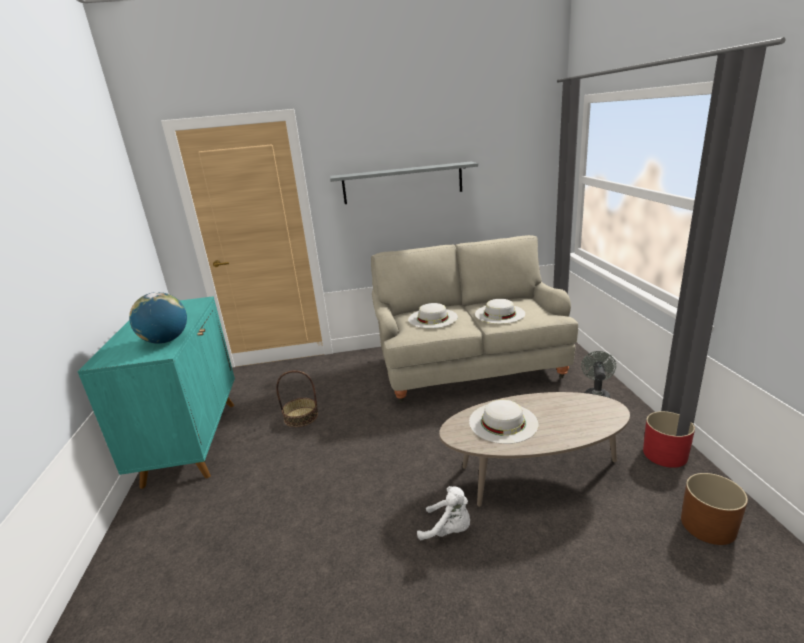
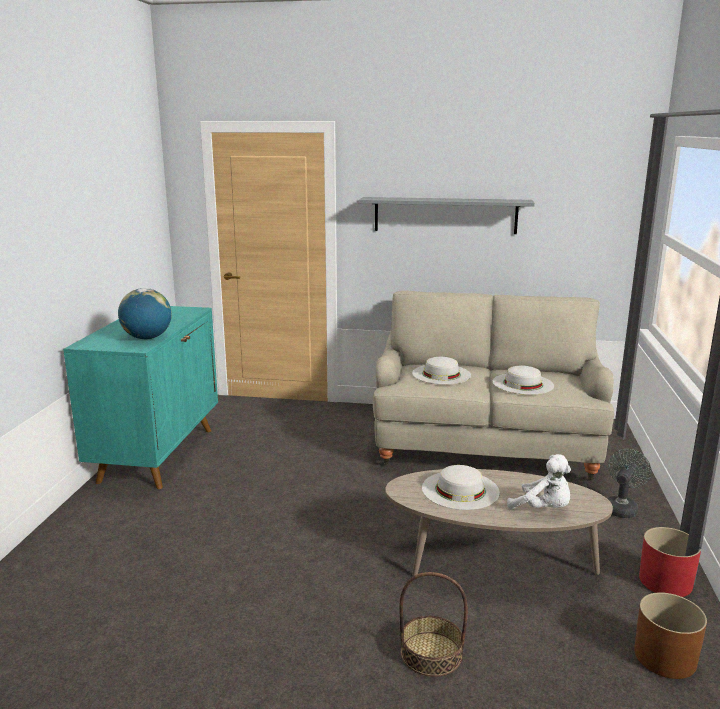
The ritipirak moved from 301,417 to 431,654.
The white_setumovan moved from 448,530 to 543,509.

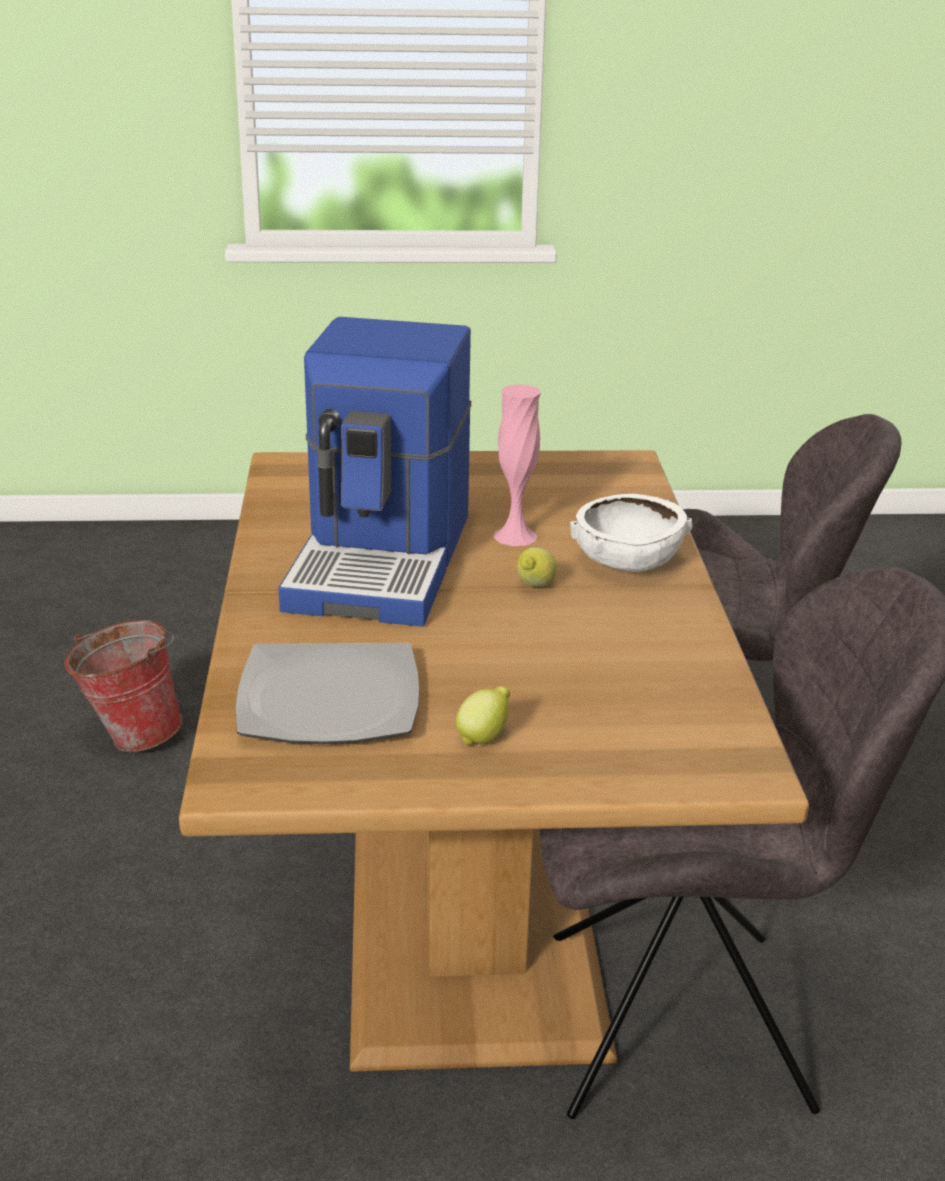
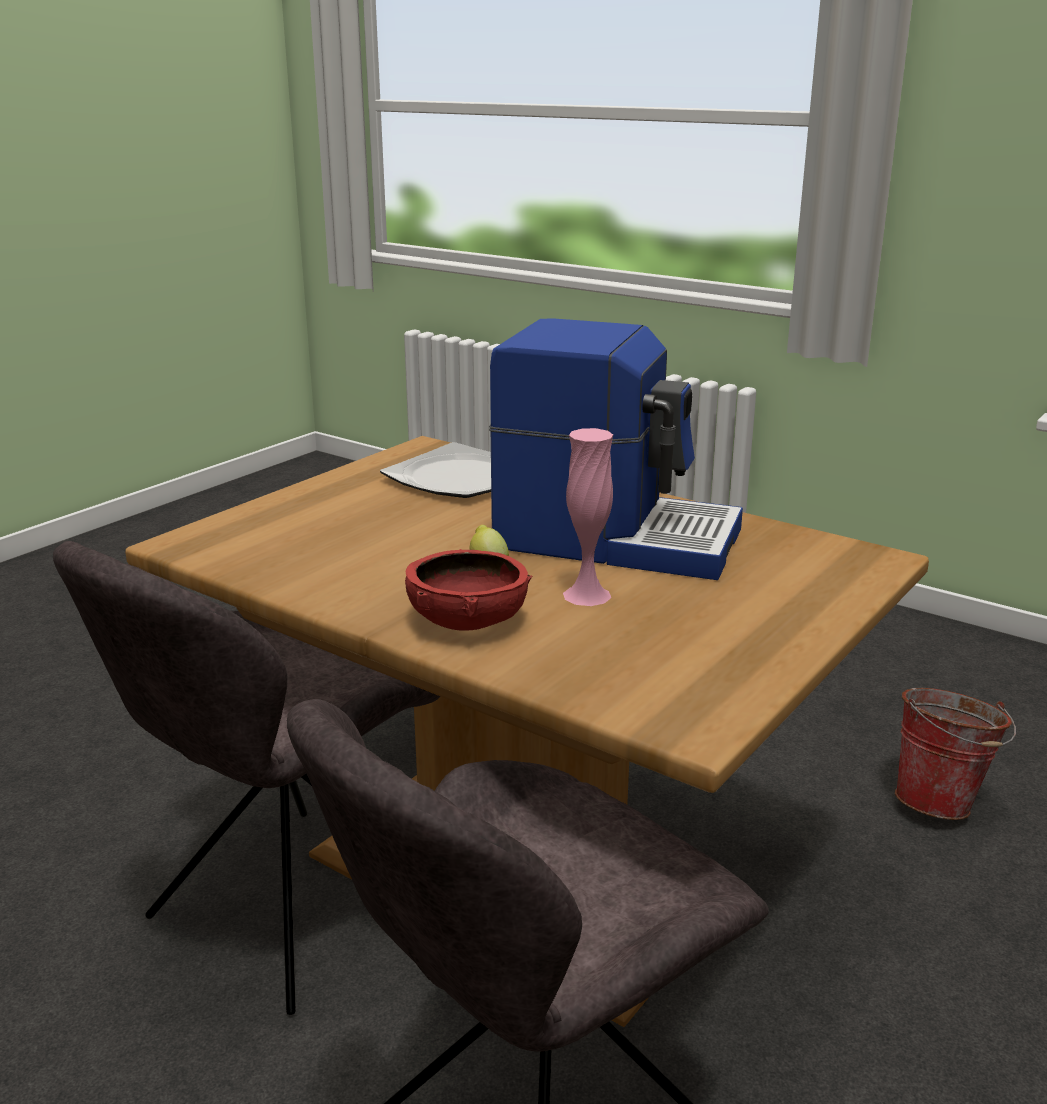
The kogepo at 384,560 turned 150 degrees clockwise.
The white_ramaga at 628,561 became the red_ramaga at 466,621.
The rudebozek at 484,737 disappeared.

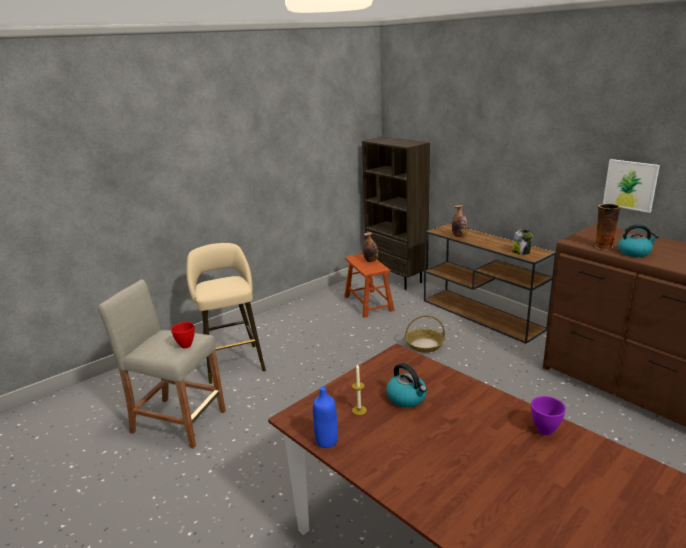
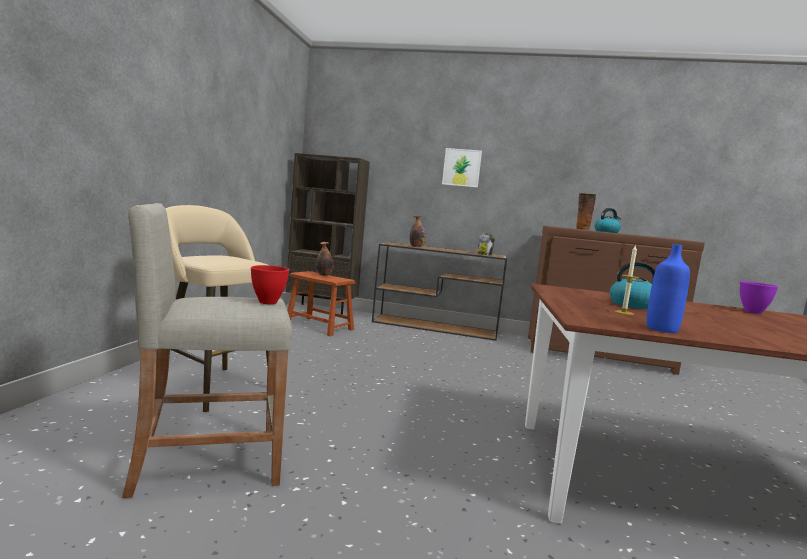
The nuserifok moved from 630,185 to 461,167.
The ritipirak at 424,345 disappeared.

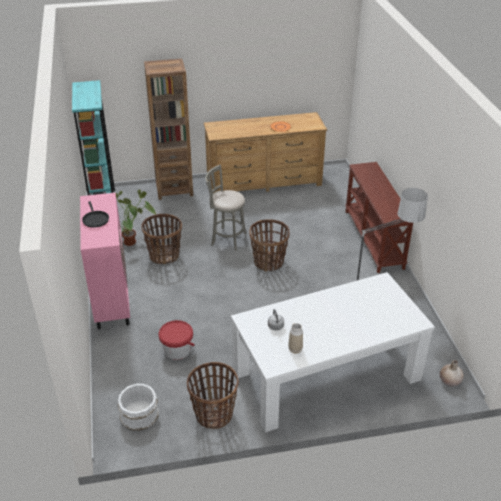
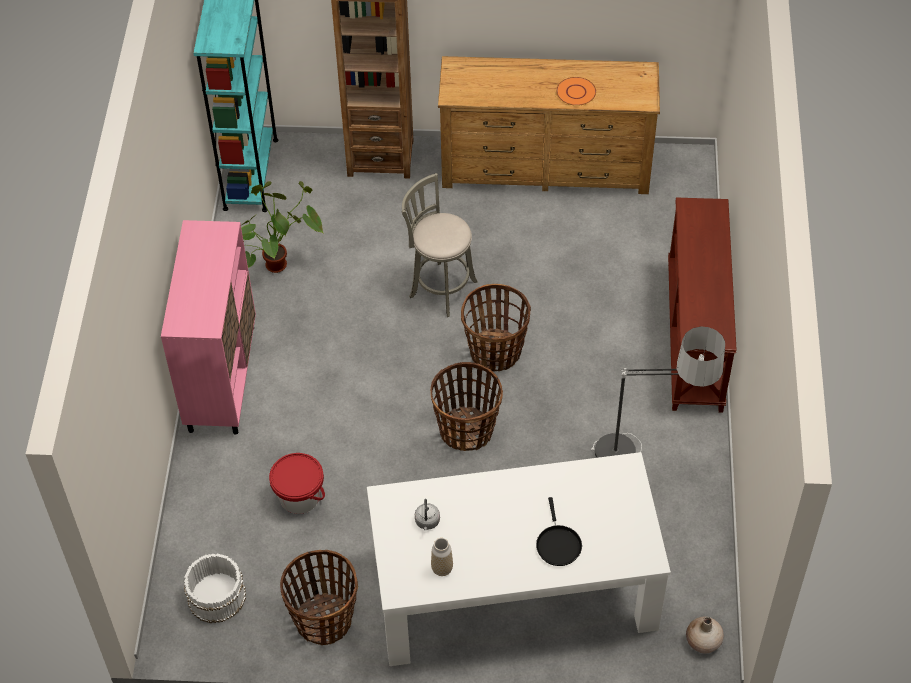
The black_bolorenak moved from 95,219 to 558,544.
The ritipirak moved from 164,255 to 466,430.

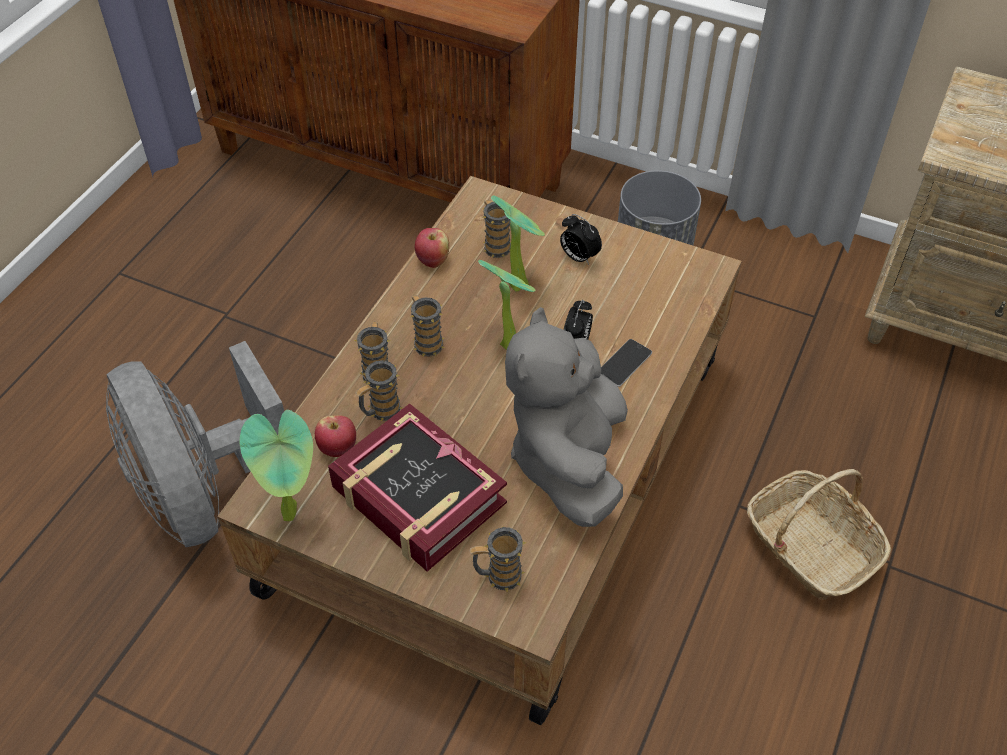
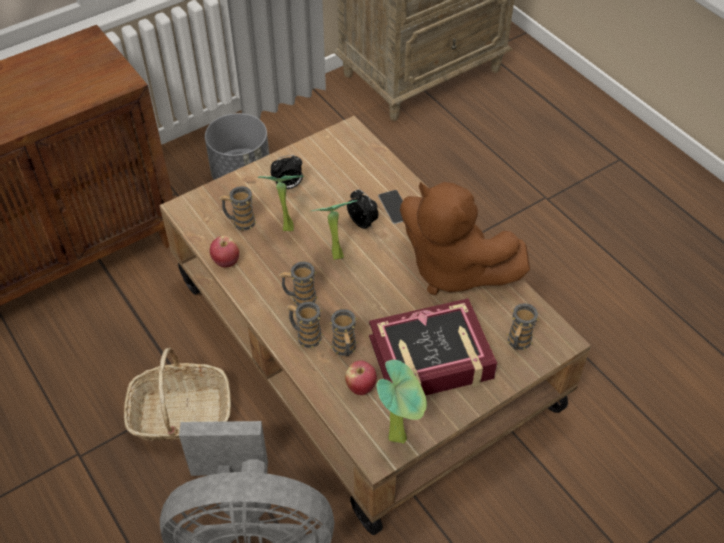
The grey_setumovan at 568,460 became the brown_setumovan at 452,269.
The ritipirak moved from 809,546 to 180,414.

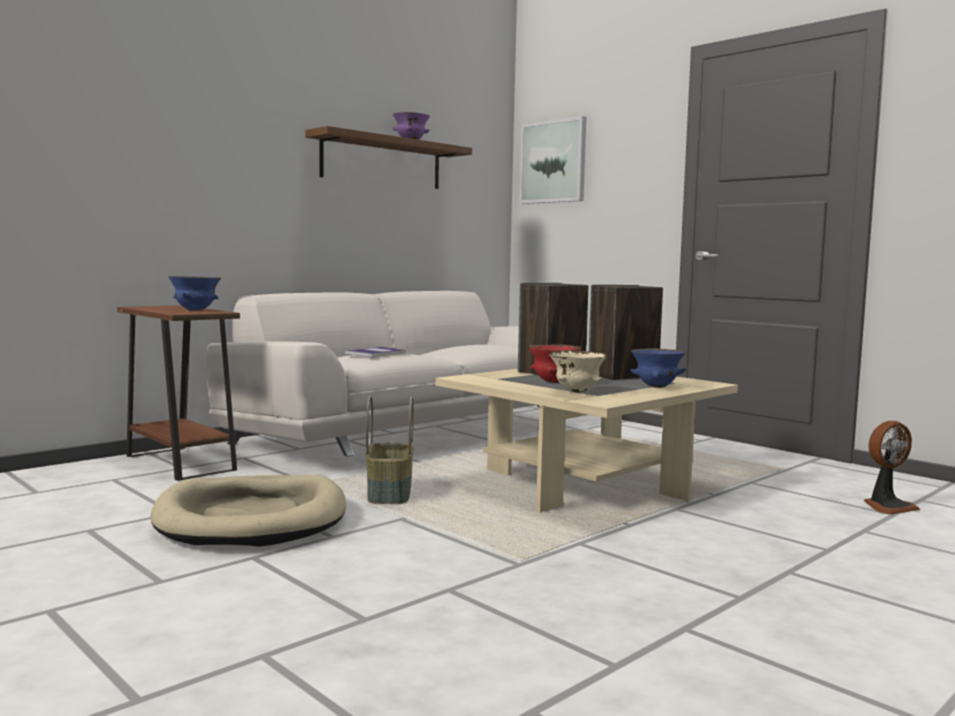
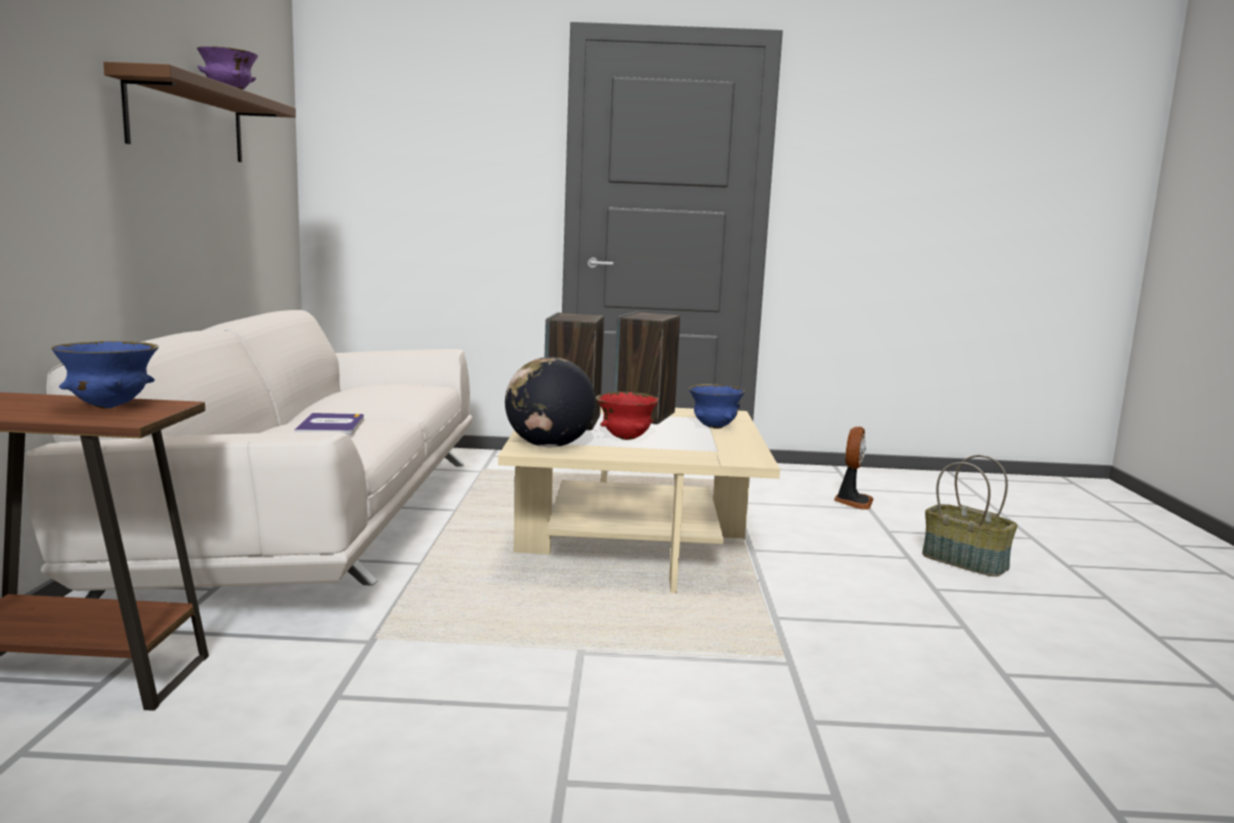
The nuserifok at 553,162 disappeared.
The beige_ramaga at 576,392 disappeared.
The ritipirak moved from 390,494 to 965,561.
The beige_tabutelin at 252,518 disappeared.
The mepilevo at 548,446 appeared.

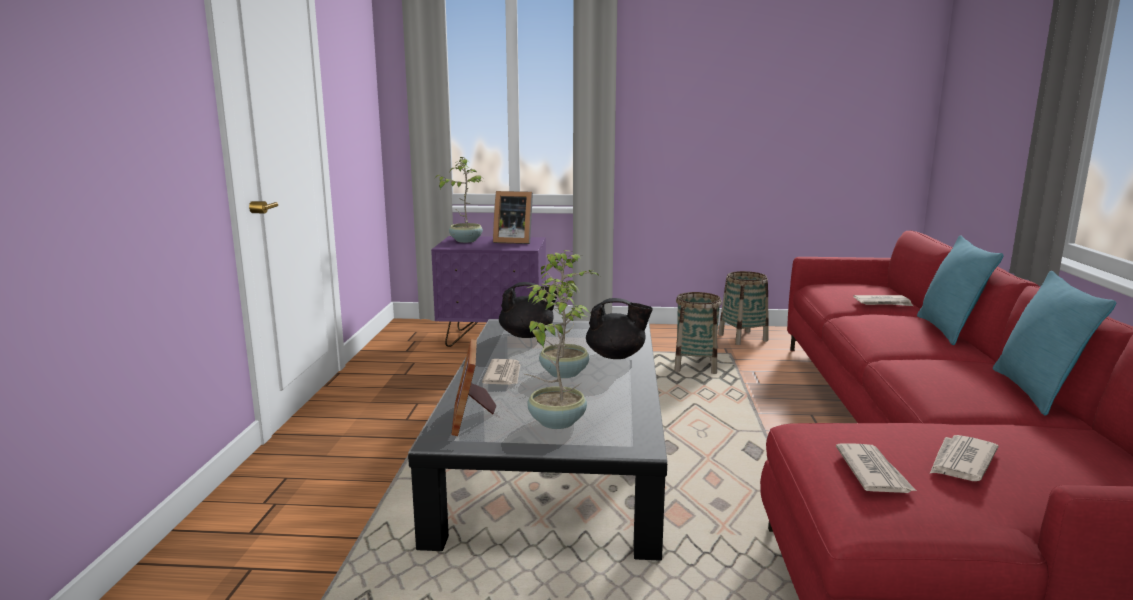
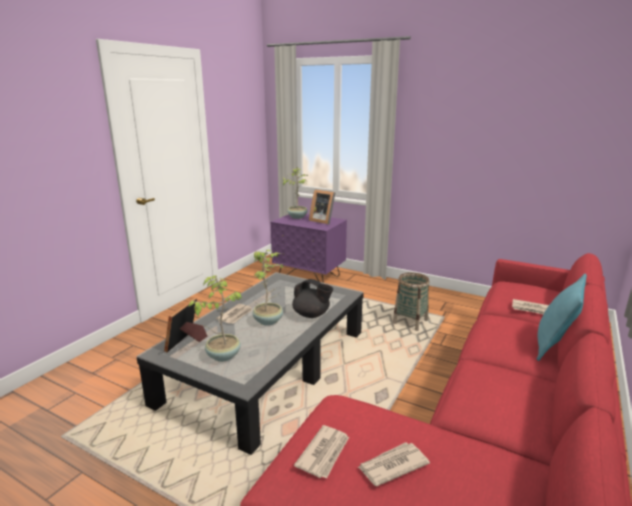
The ritipirak at 743,338 disappeared.
The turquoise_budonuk at 1035,392 disappeared.
The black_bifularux at 528,335 disappeared.

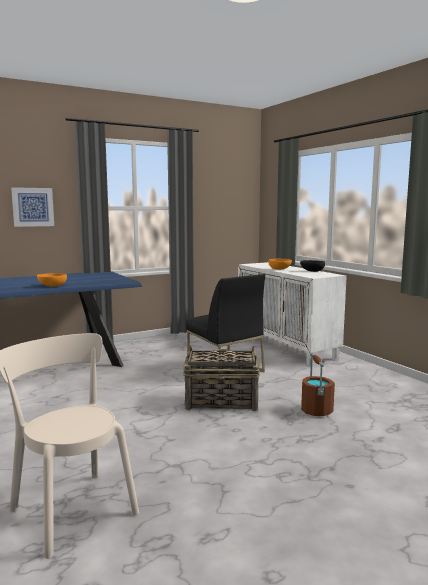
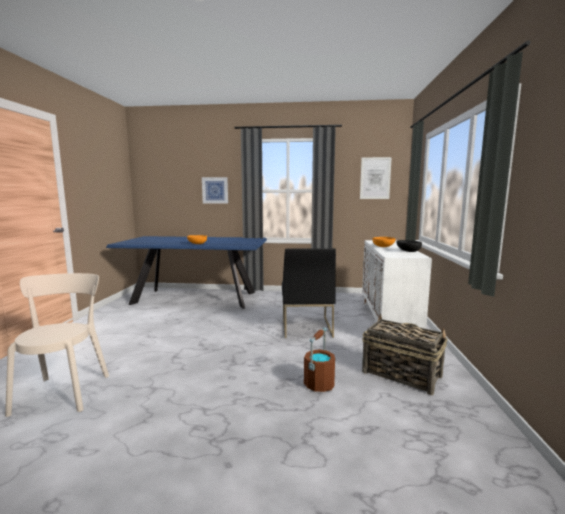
The ritipirak moved from 220,401 to 400,374.
The nuserifok at 375,178 appeared.

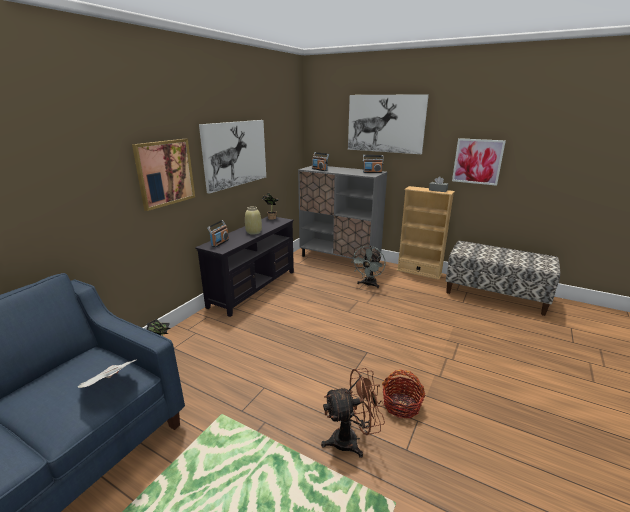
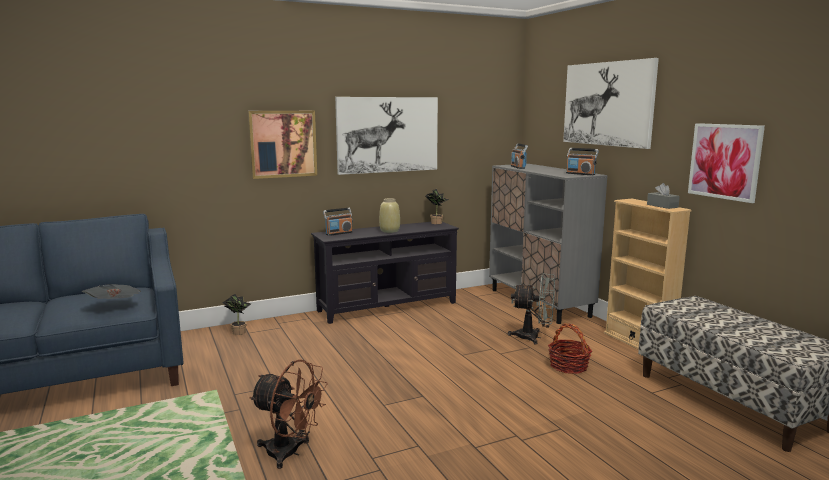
The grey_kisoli at 368,285 turned 135 degrees counterclockwise.
The ritipirak moved from 401,405 to 568,366.

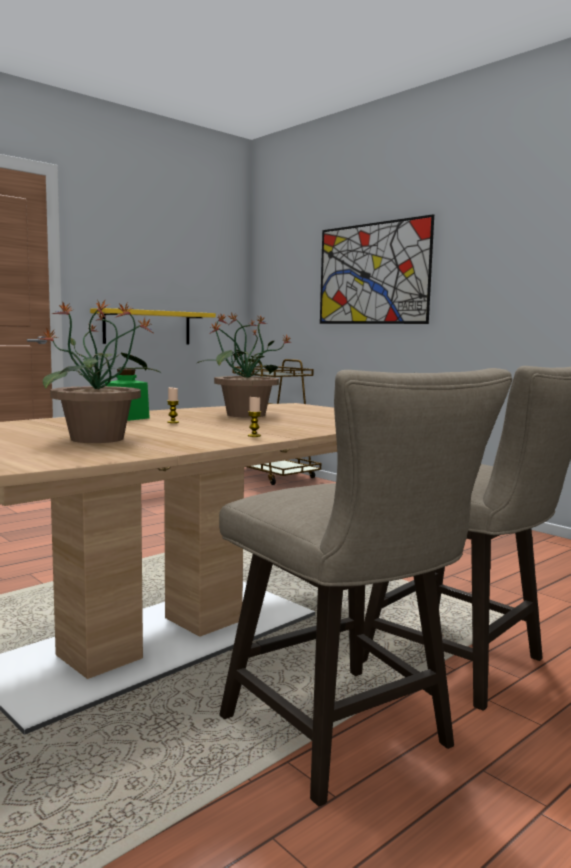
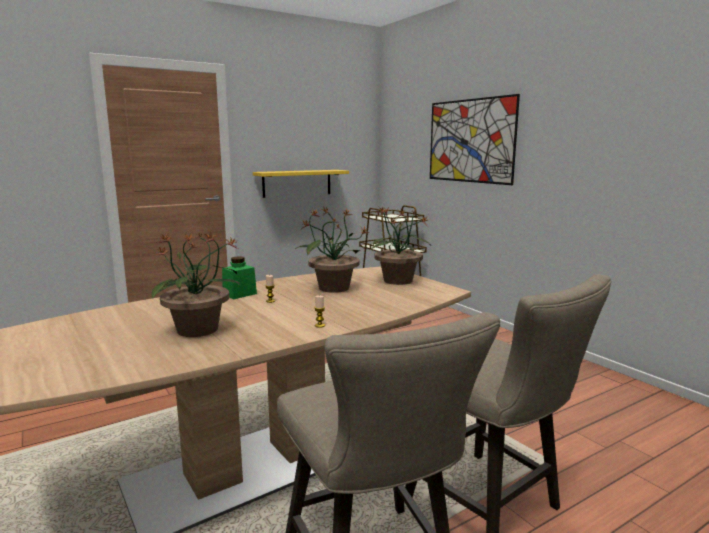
The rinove at 398,281 appeared.

